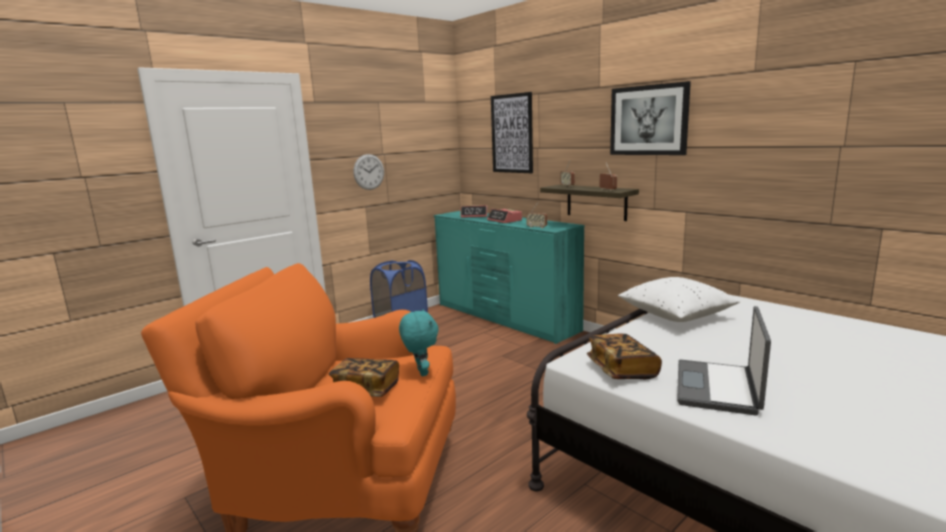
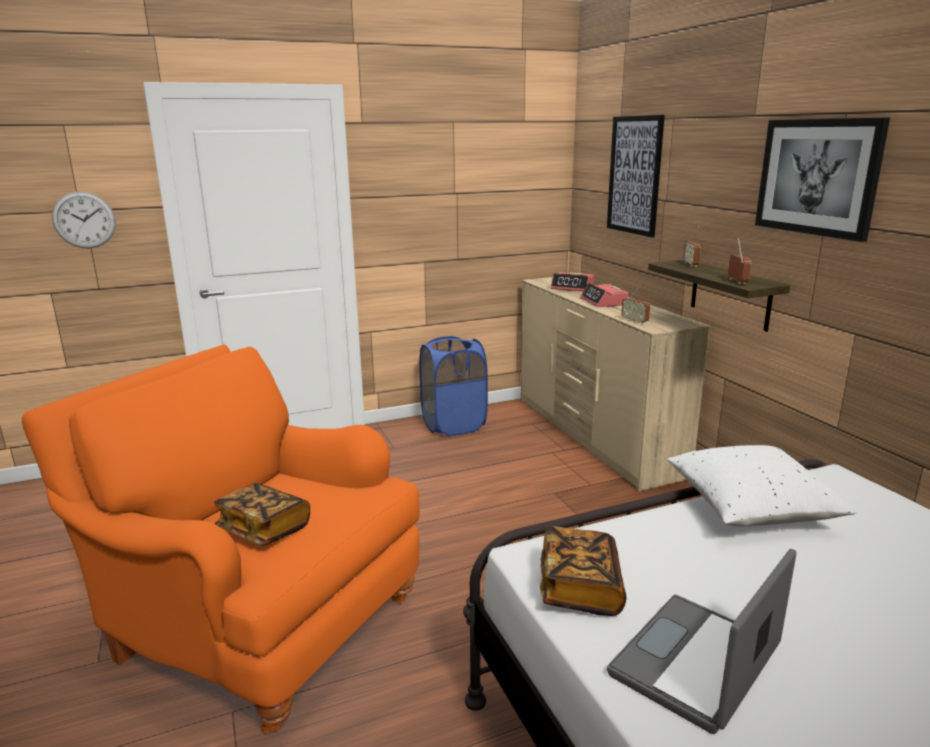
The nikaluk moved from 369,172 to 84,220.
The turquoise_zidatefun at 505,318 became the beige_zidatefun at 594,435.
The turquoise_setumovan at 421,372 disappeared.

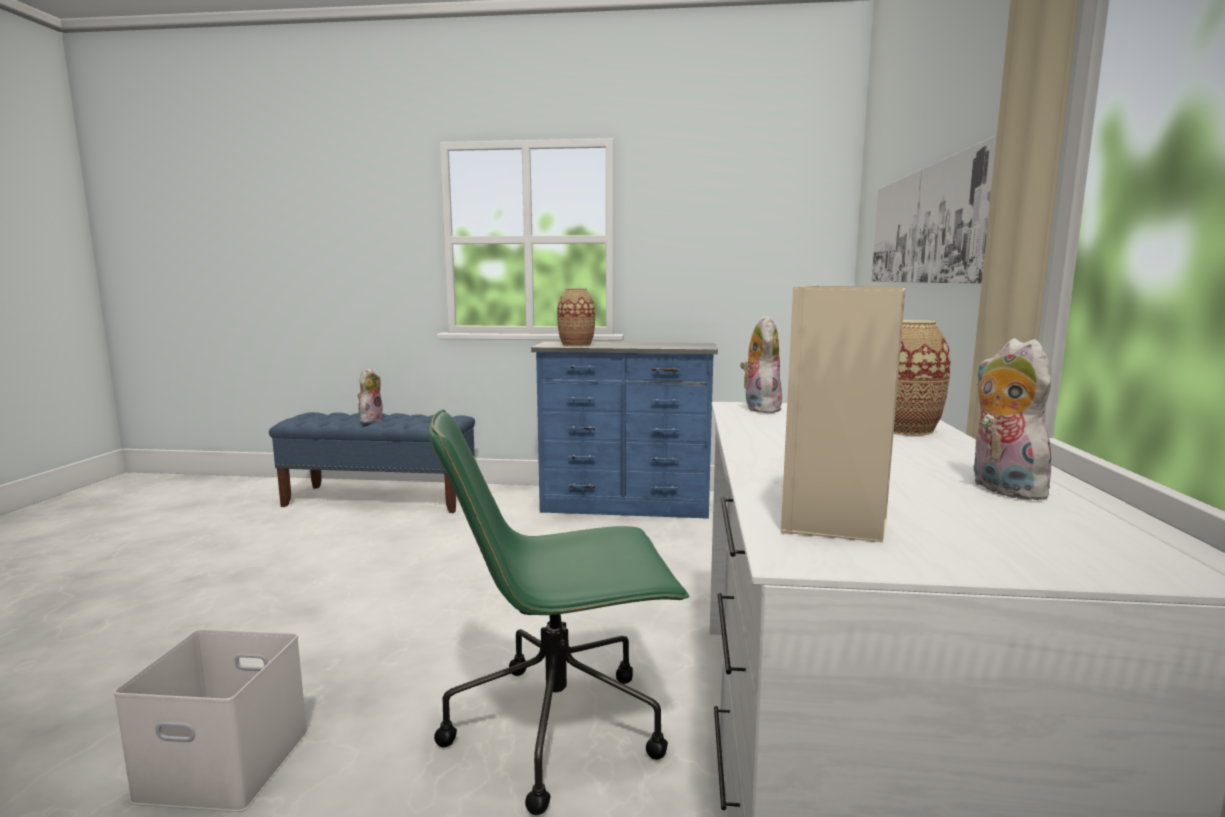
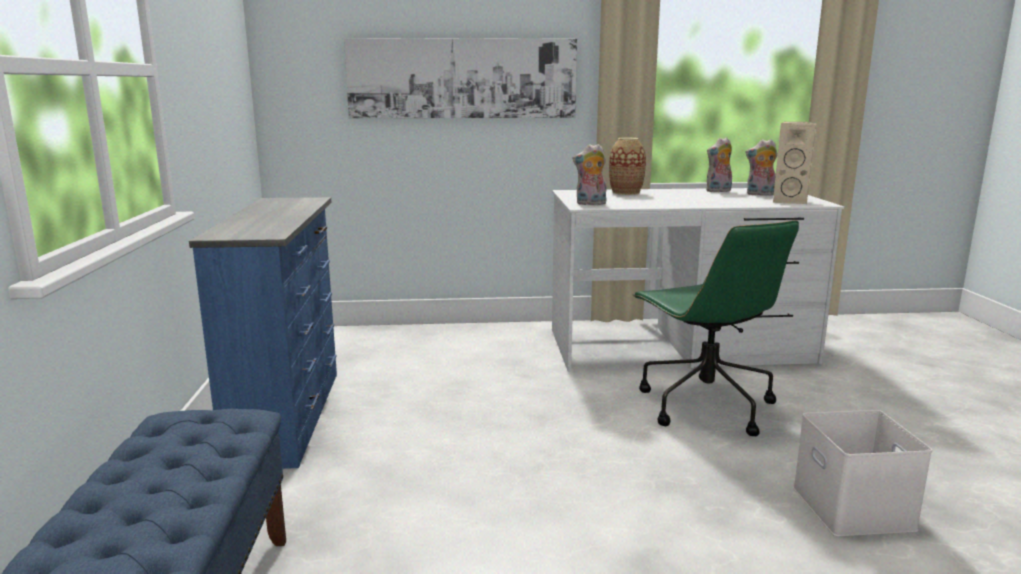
The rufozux at 576,345 disappeared.
The setumovan moved from 370,420 to 760,194.

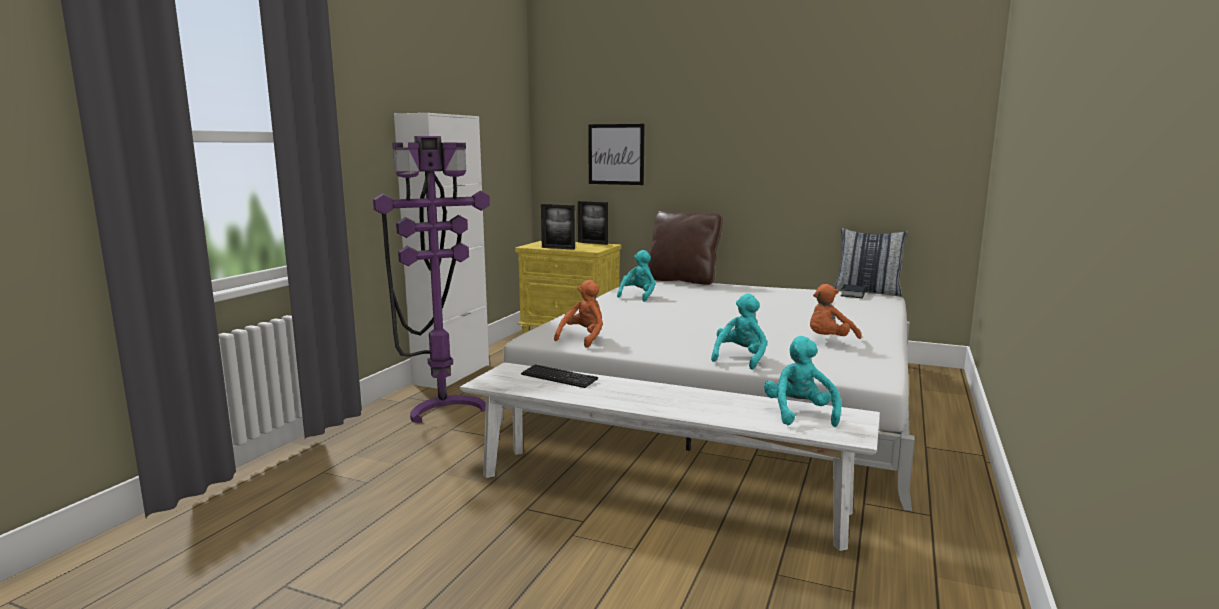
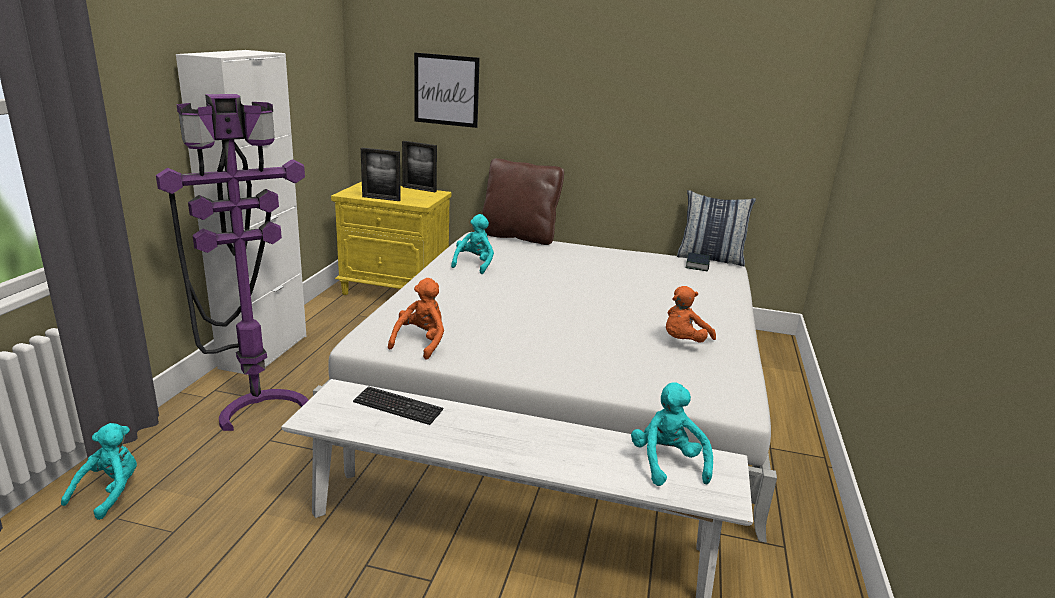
The turquoise_setumovan moved from 740,358 to 110,493.

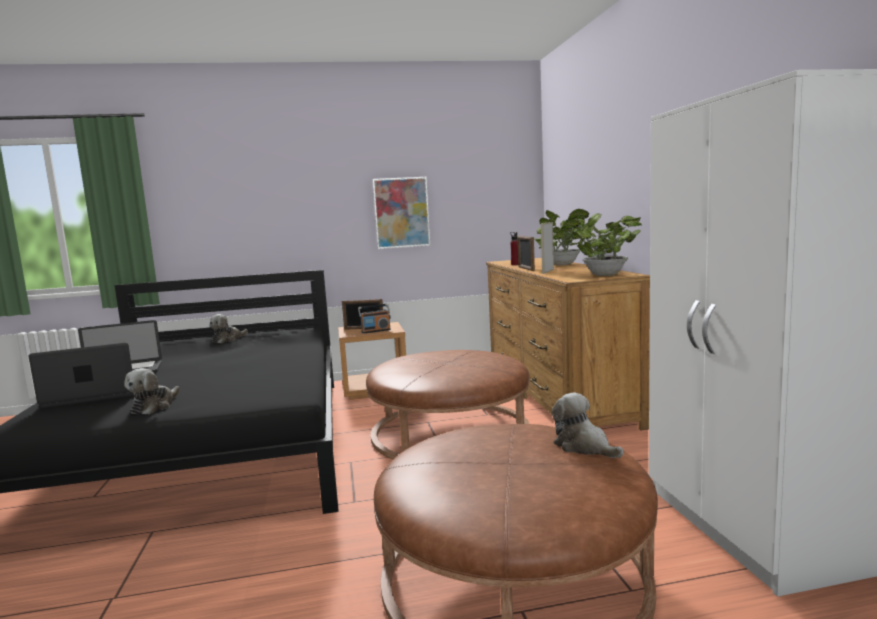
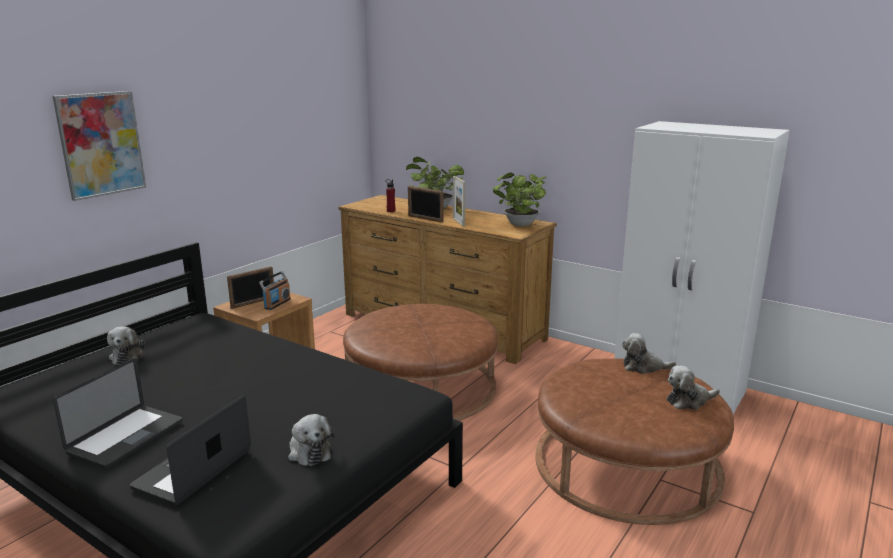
The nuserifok moved from 401,212 to 101,144.
The setumovan at 689,401 appeared.

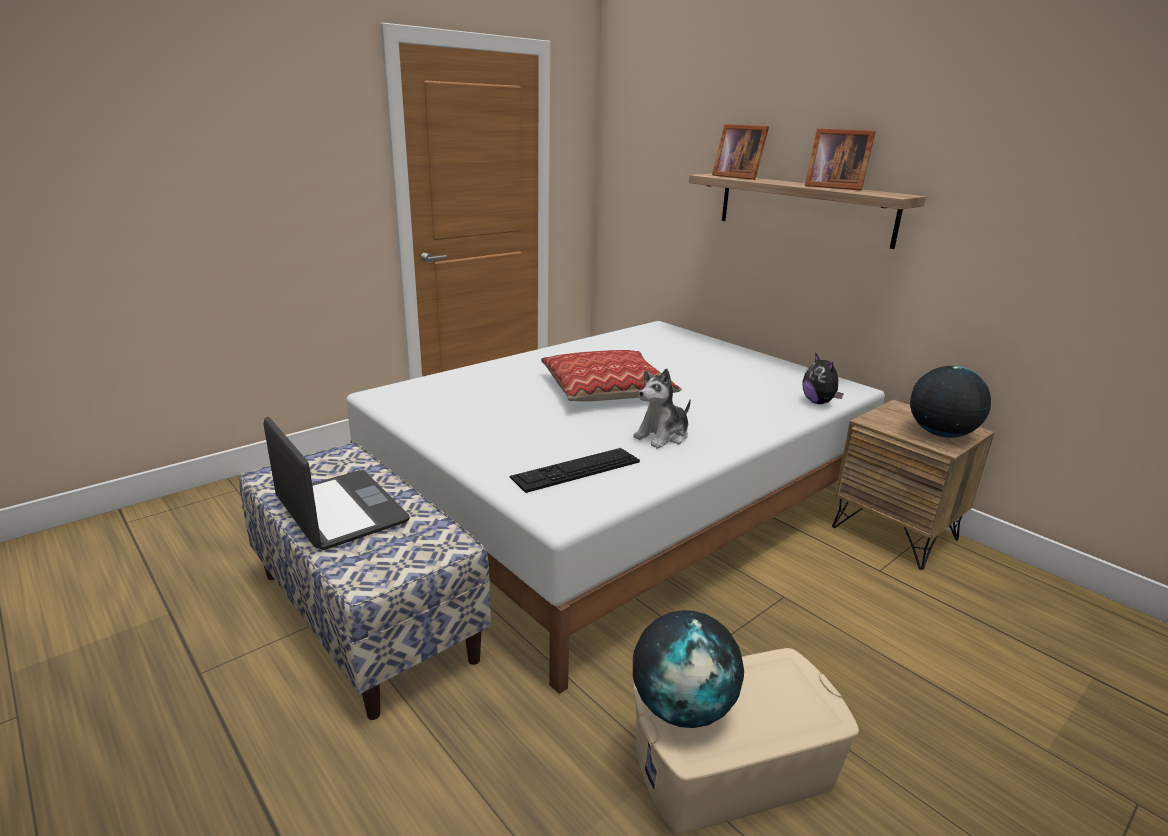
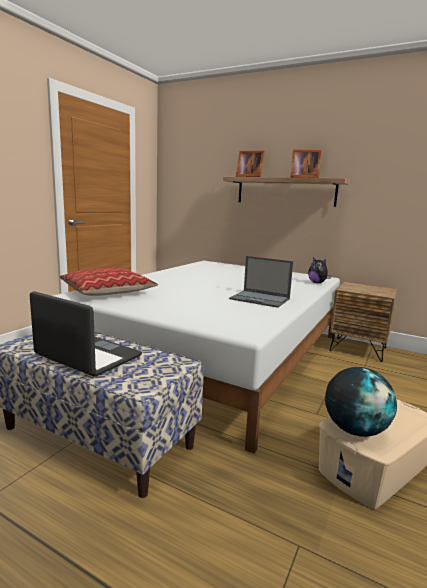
The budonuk moved from 607,390 to 108,291.
The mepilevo at 940,434 disappeared.
The setumovan at 663,436 was replaced by the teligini at 260,299.
The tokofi at 576,469 disappeared.

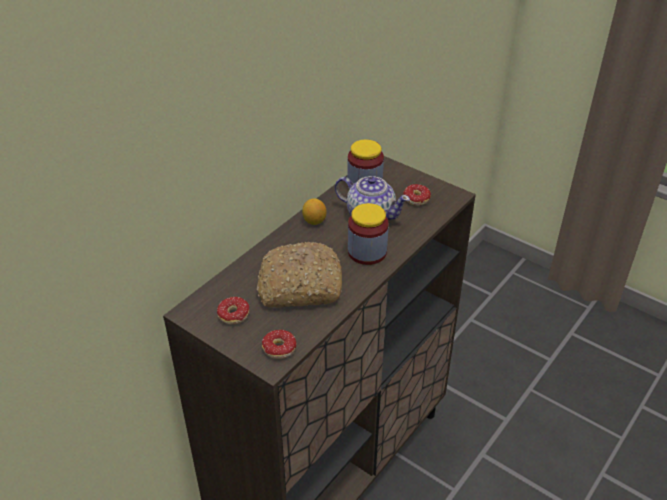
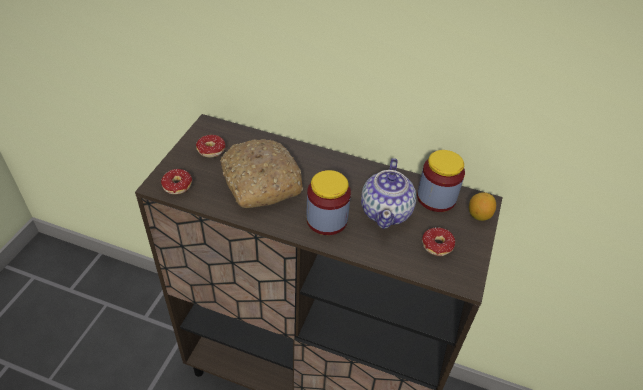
The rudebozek moved from 314,221 to 479,215.

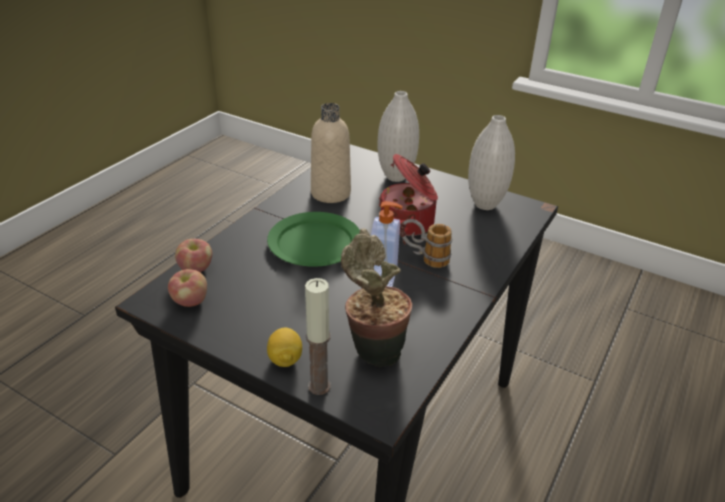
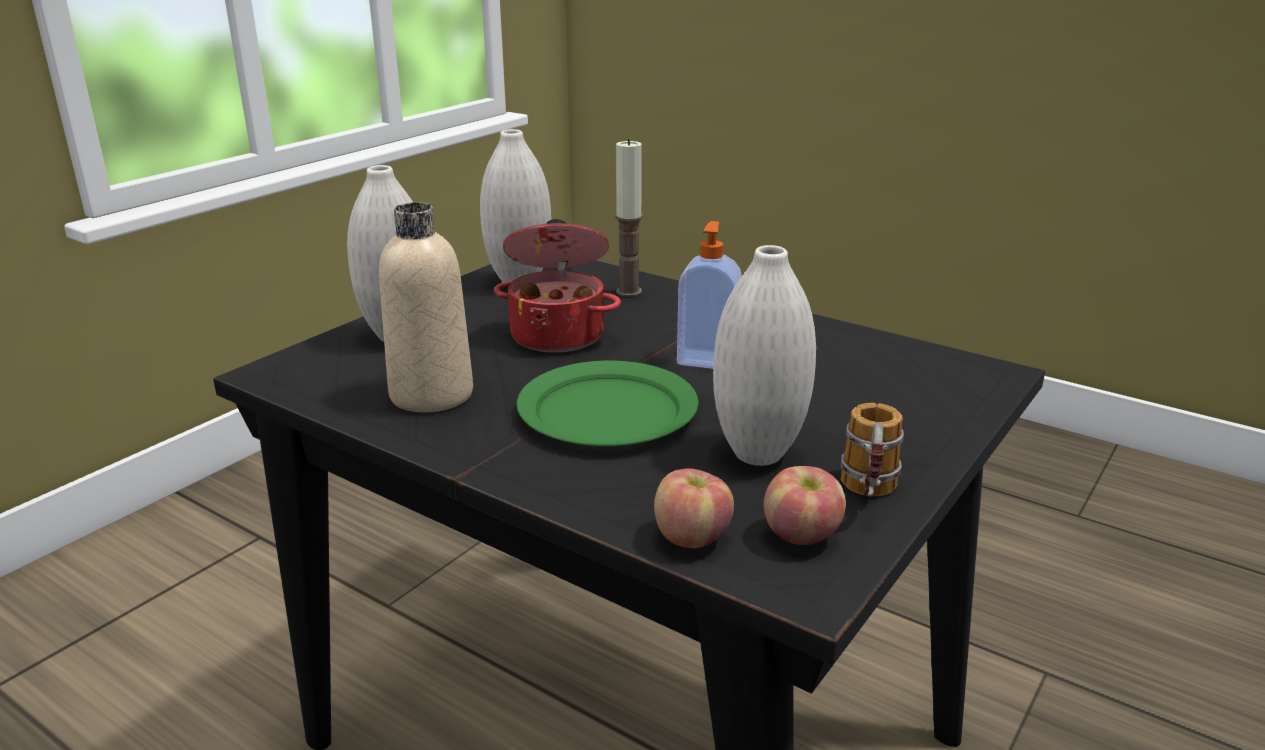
The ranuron moved from 423,259 to 868,496.
The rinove at 373,350 disappeared.
The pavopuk moved from 319,386 to 628,291.
The rudebozek at 285,359 disappeared.
The white_rufozux at 758,454 appeared.

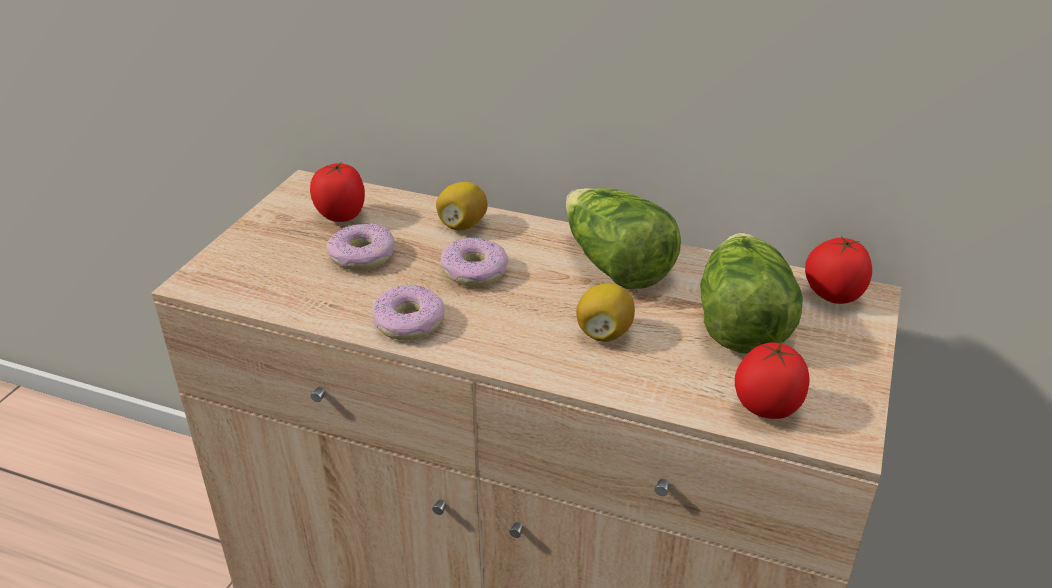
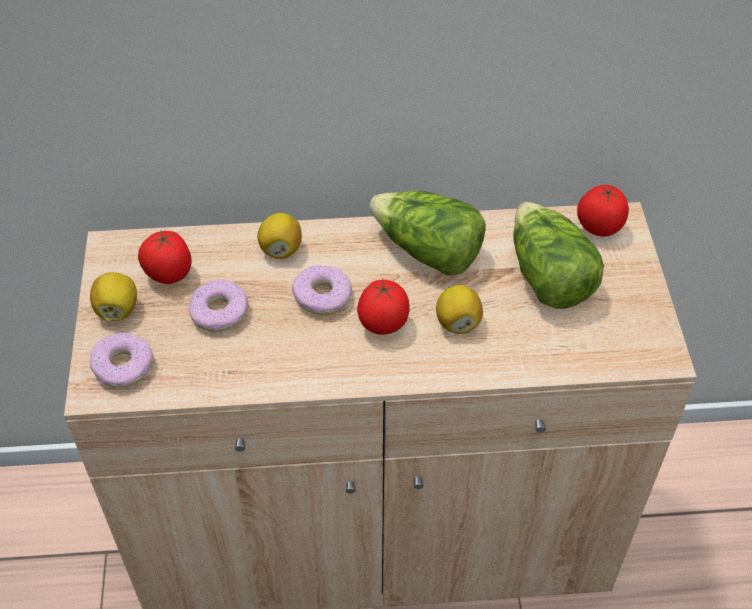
The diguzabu moved from 409,322 to 123,366.
The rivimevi moved from 765,409 to 382,324.
The rudebozek at 117,309 appeared.

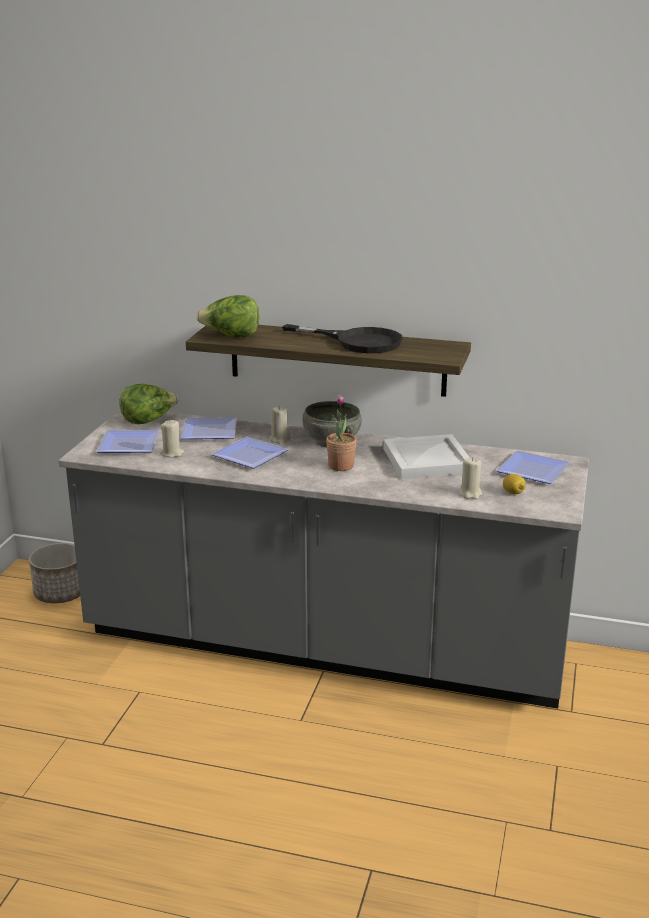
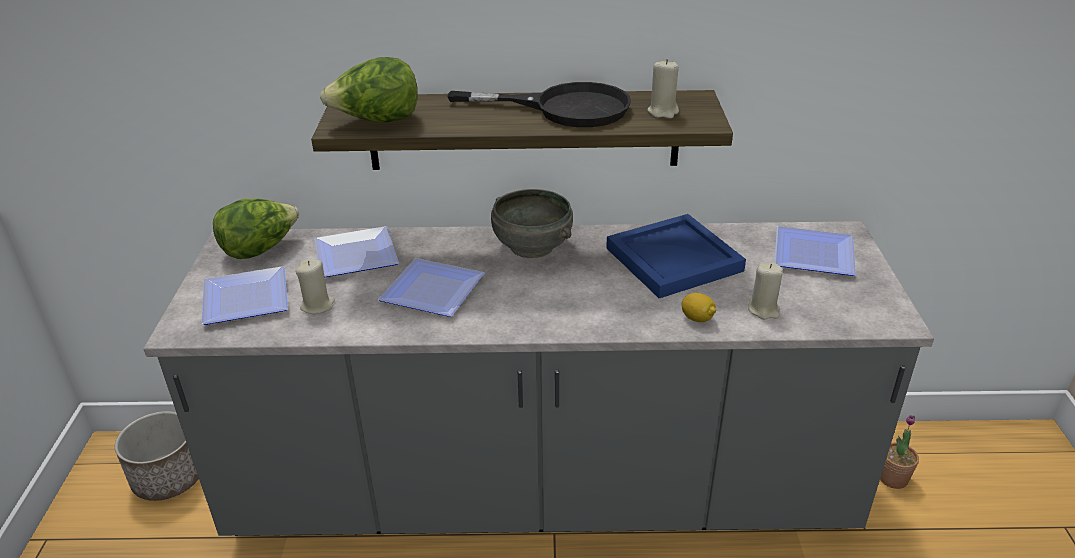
The rinove moved from 341,466 to 893,478.
The beige_pavopuk moved from 279,439 to 663,112.
The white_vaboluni at 426,461 became the blue_vaboluni at 673,260.
The rudebozek moved from 513,493 to 697,318.

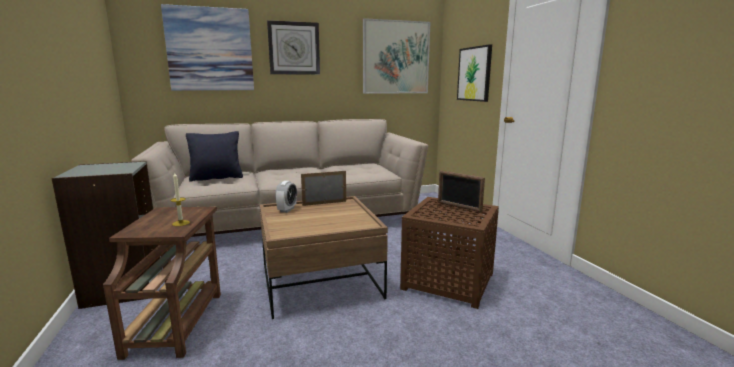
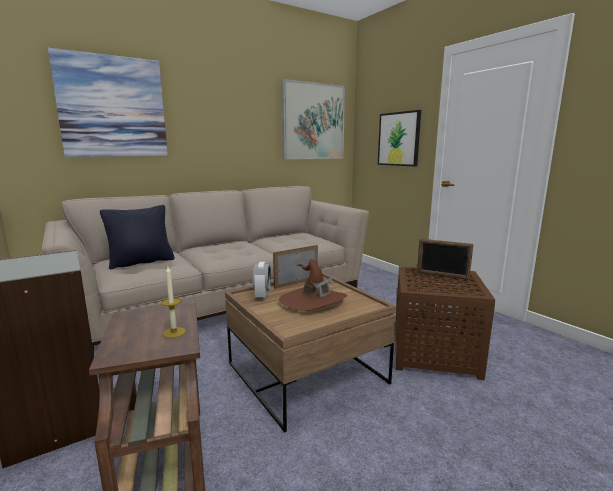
The nikaluk at 294,48 disappeared.
The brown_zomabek at 313,301 appeared.

